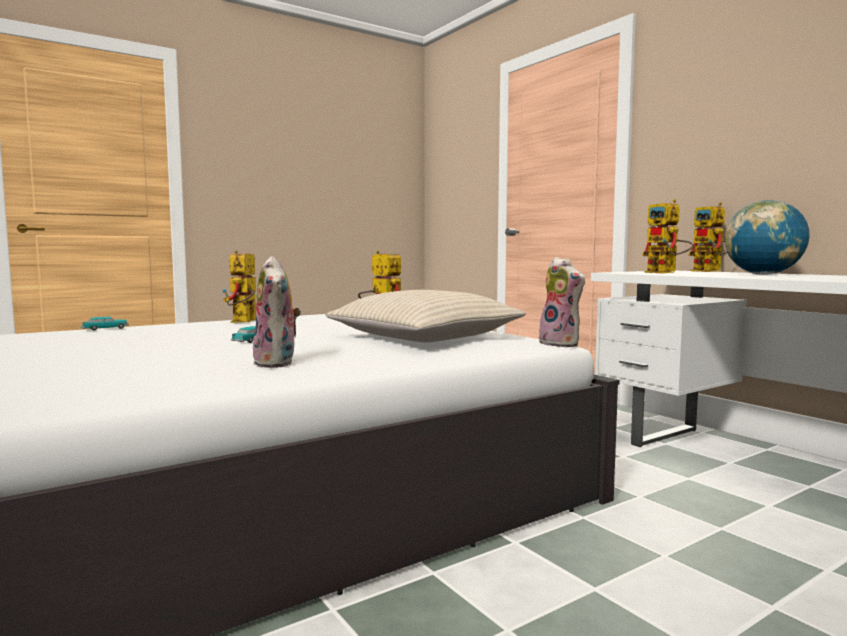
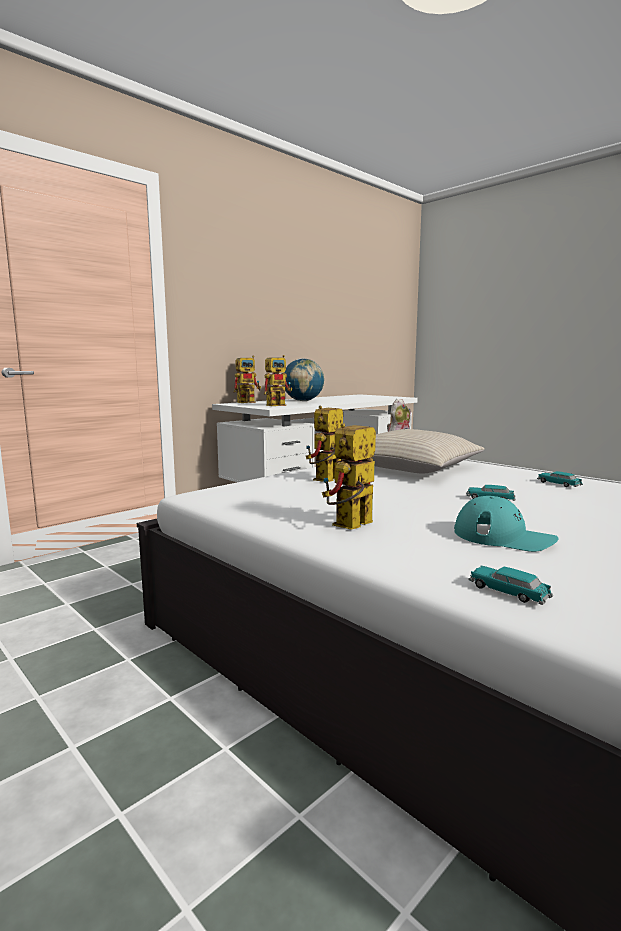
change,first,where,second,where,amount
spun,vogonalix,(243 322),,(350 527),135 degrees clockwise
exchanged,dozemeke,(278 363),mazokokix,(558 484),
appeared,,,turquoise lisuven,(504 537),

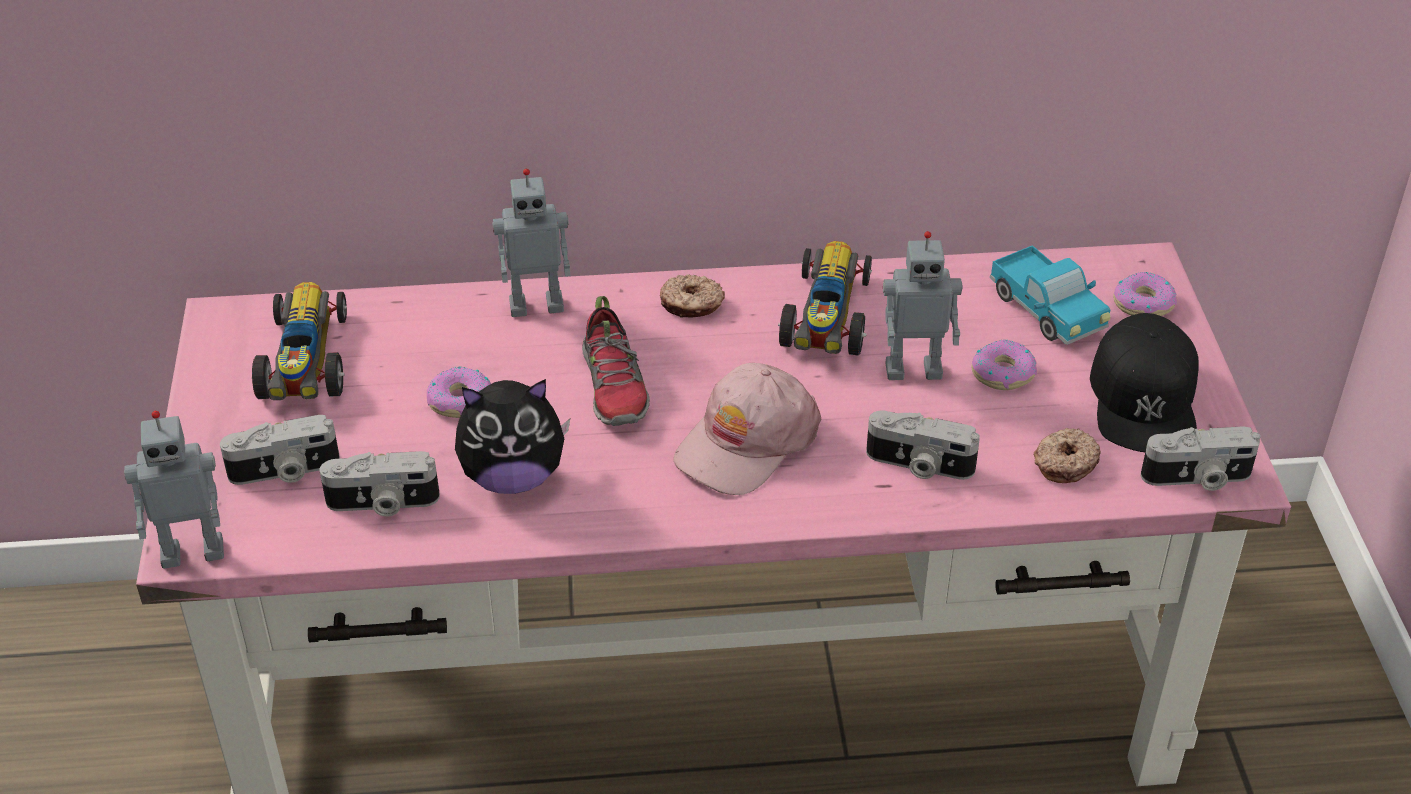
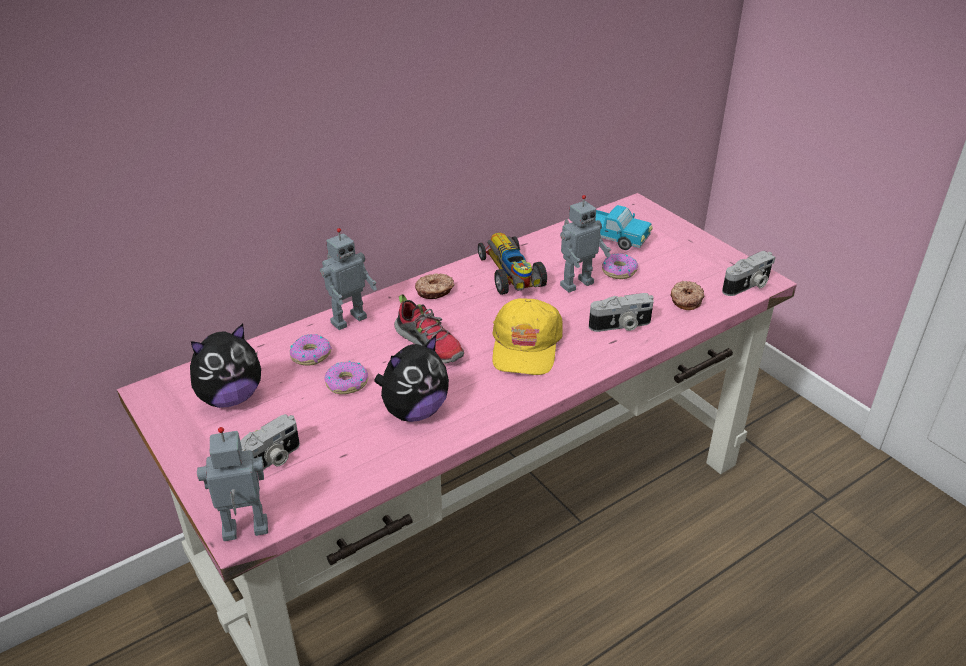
change,first,where,second,where,amount
relocated,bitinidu,(1143 303),,(310 355),
exchanged,mazokokix,(305 363),dozemeke,(230 397),
missing,black lisuven,(1144 398),,,
colour,pink lisuven,(746 442),yellow lisuven,(525 346),
spun,vogonalix,(193 551),,(245 532),150 degrees counterclockwise
missing,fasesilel,(382 503),,,

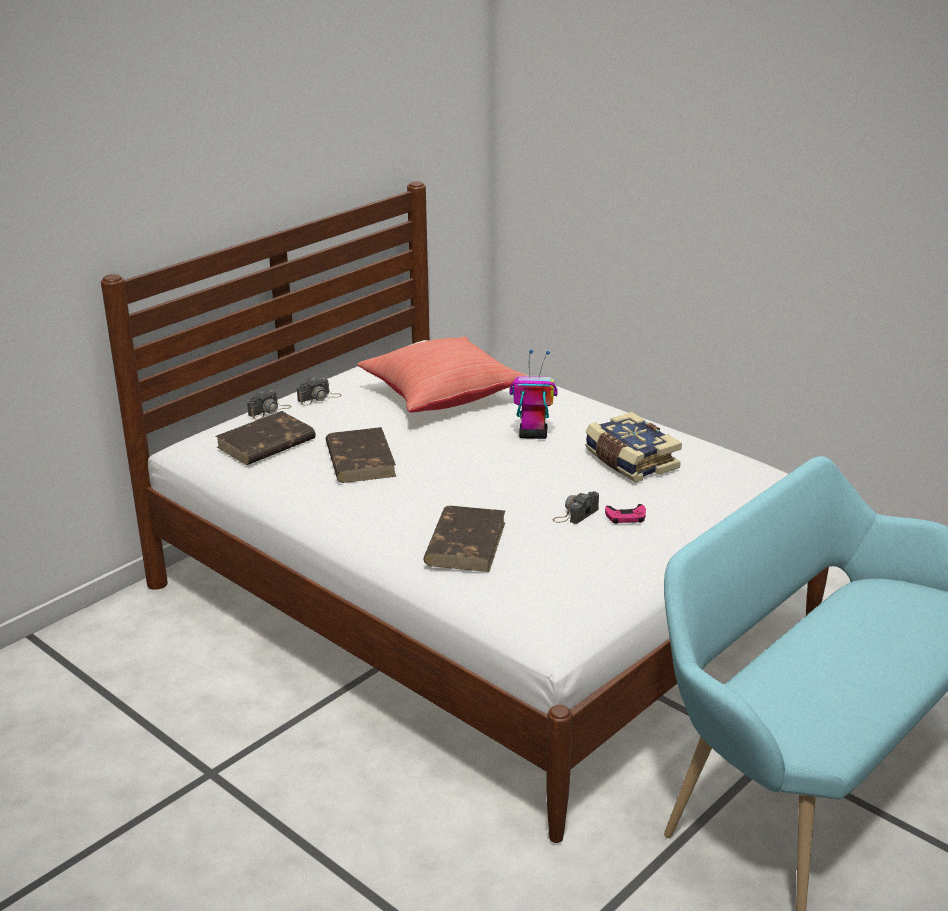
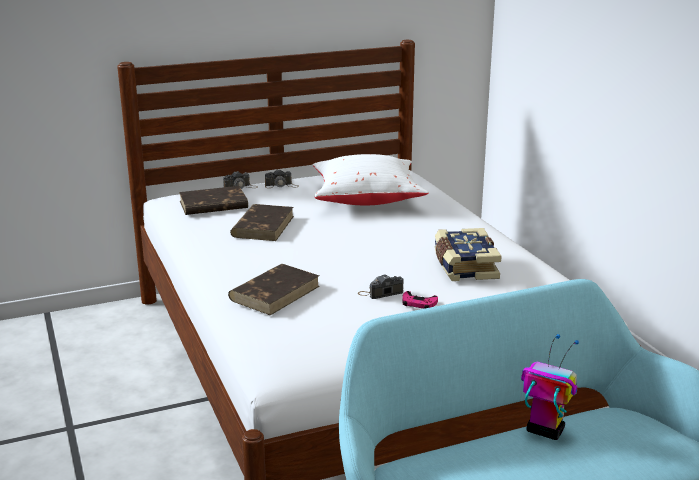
change,first,where,second,where,amount
colour,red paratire,(441 396),white paratire,(366 199),
relocated,vogonalix,(532 435),,(544 431),

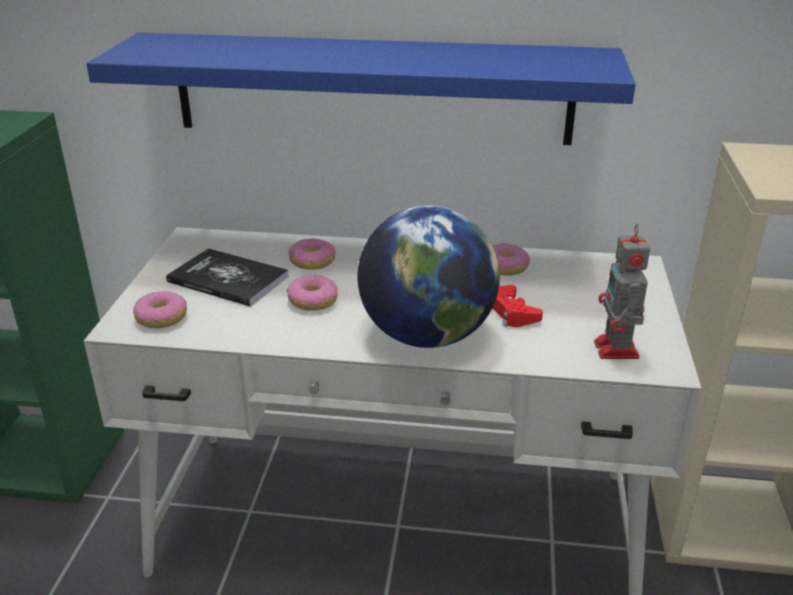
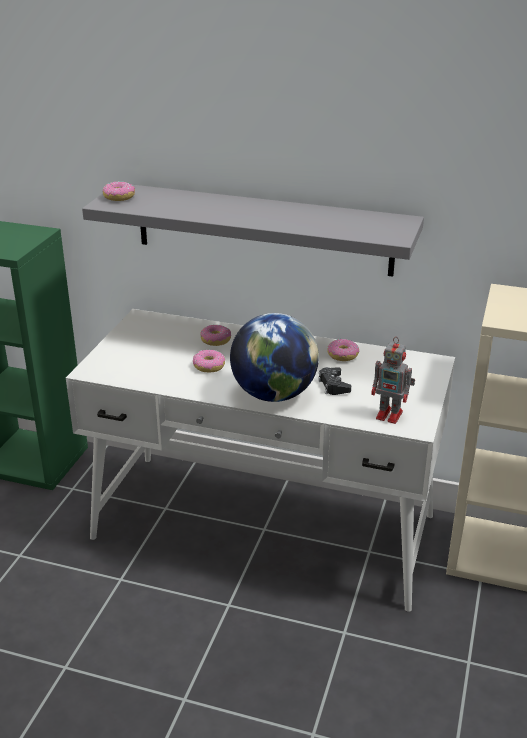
change,first,where,second,where,amount
colour,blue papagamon,(372 88),grey papagamon,(263 229),
spun,vogonalix,(616 351),,(391 415),75 degrees counterclockwise
missing,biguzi,(228 279),,,
colour,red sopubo,(511 312),black sopubo,(333 385),
relocated,bitinidu,(162 318),,(119 197),

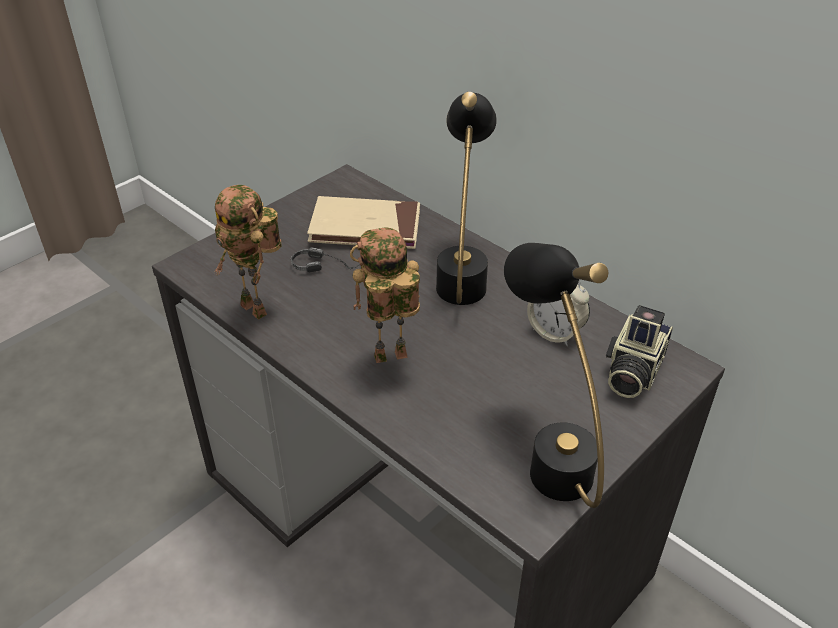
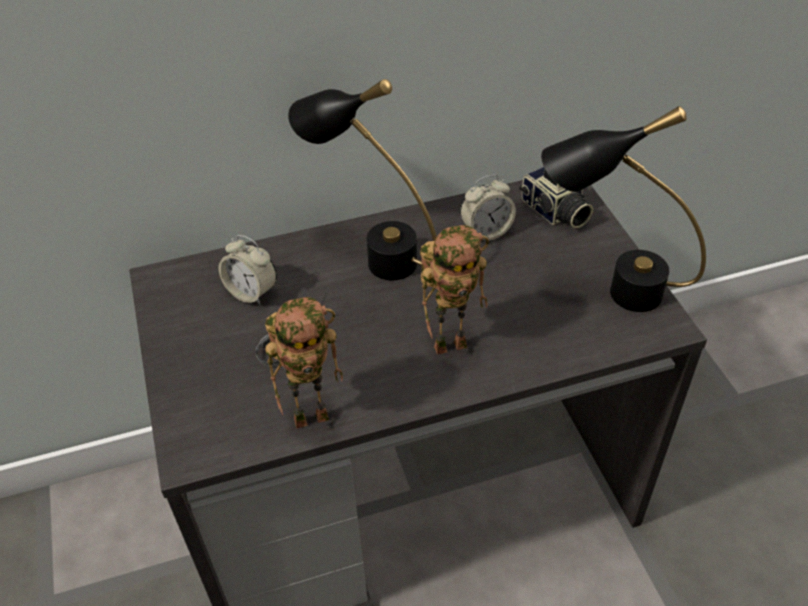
change,first,where,second,where,amount
exchanged,beige biguzi,(365 227),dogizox,(252 292),
spun,vogonalix,(389 359),,(451 343),120 degrees counterclockwise

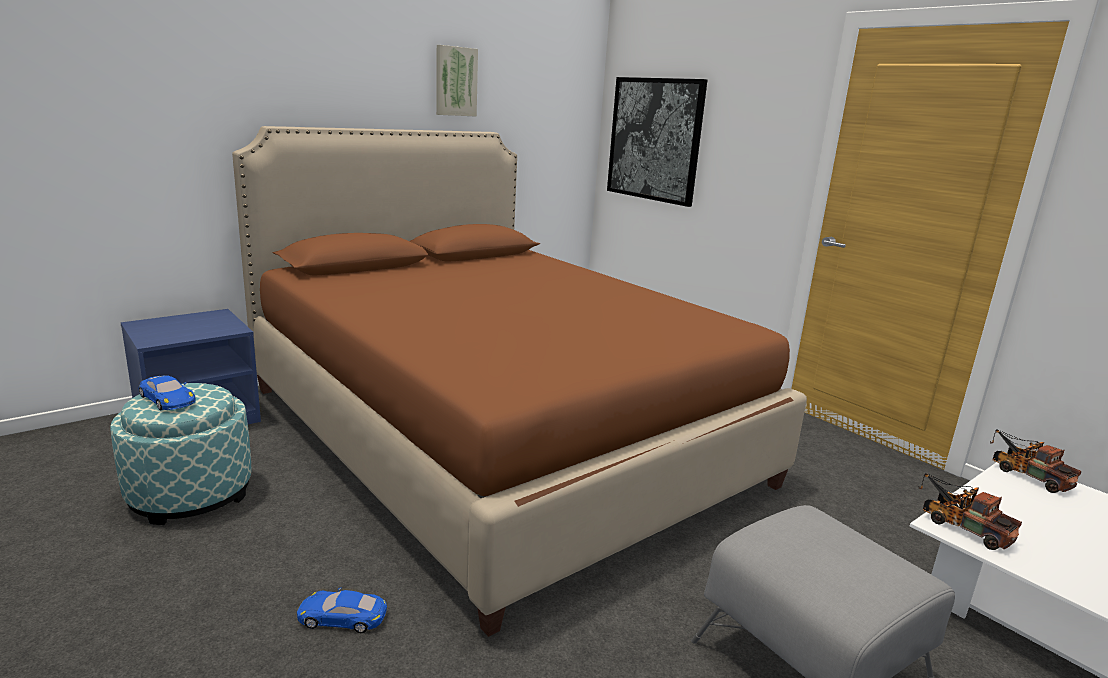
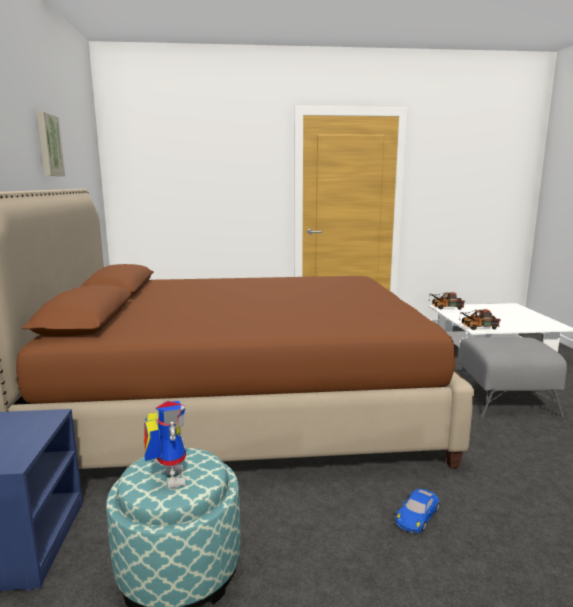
change,first,where,second,where,amount
missing,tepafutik,(654 139),,,
exchanged,blue mazokokix,(167 399),vogonalix,(168 477),

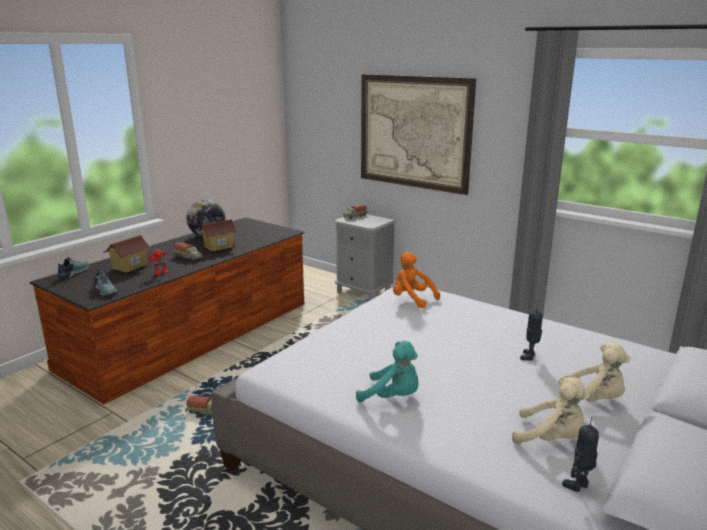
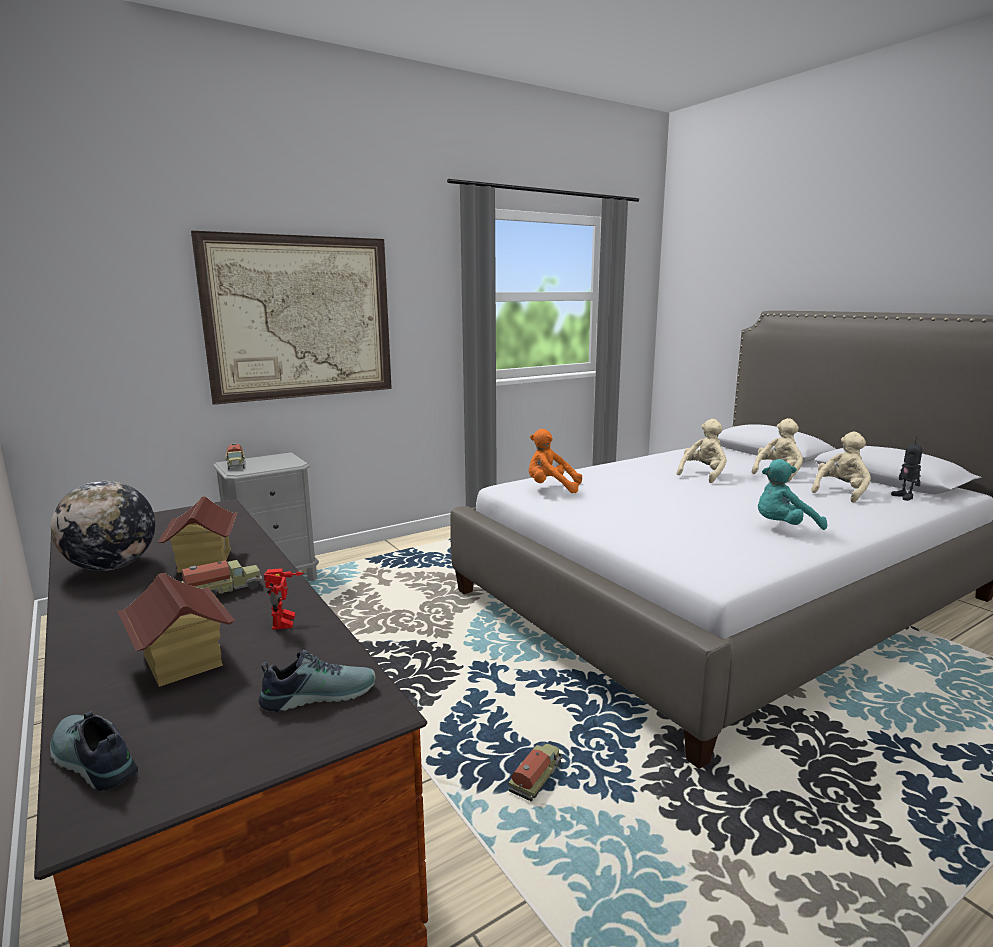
change,first,where,second,where,amount
spun,orange dozemeke,(412 299),,(551 488),45 degrees clockwise
exchanged,vogonalix,(529 357),beige dozemeke,(703 474),
spun,turquoise dozemeke,(393 397),,(783 527),150 degrees counterclockwise

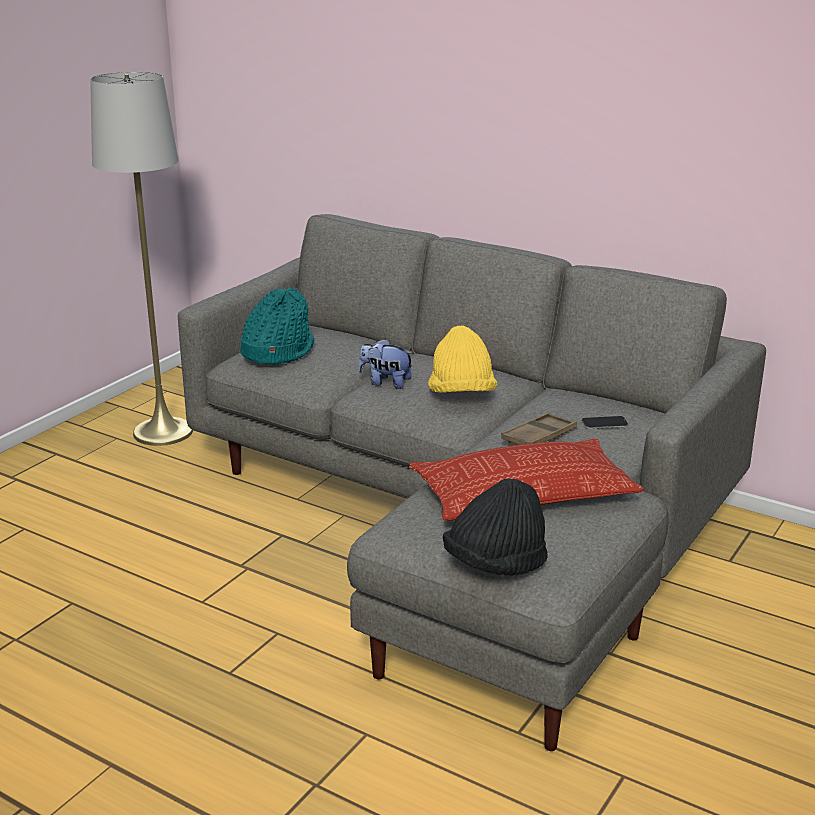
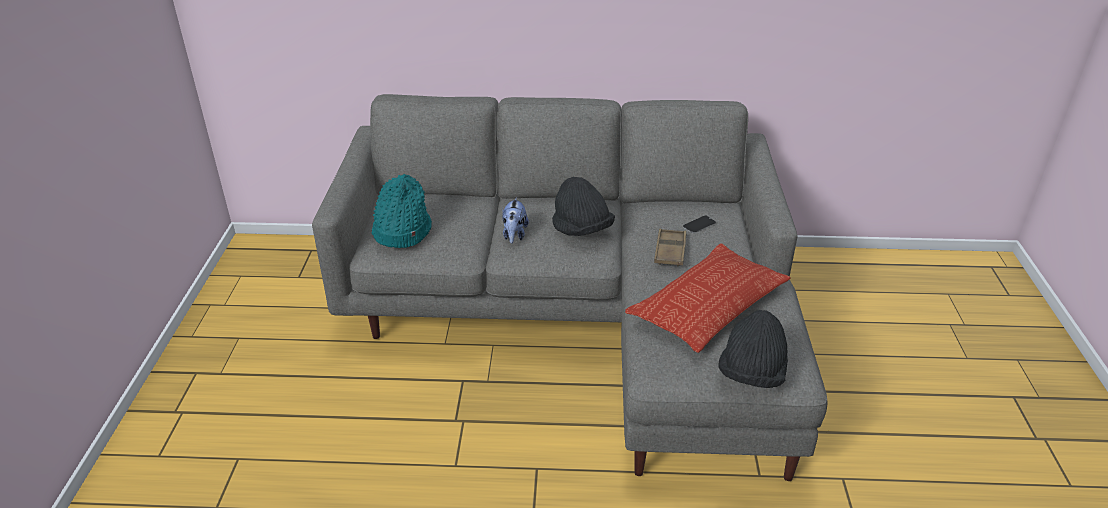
change,first,where,second,where,amount
missing,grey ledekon,(163 432),,,
colour,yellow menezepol,(461 395),black menezepol,(581 230),
spun,dozemeke,(385 382),,(514 235),75 degrees counterclockwise

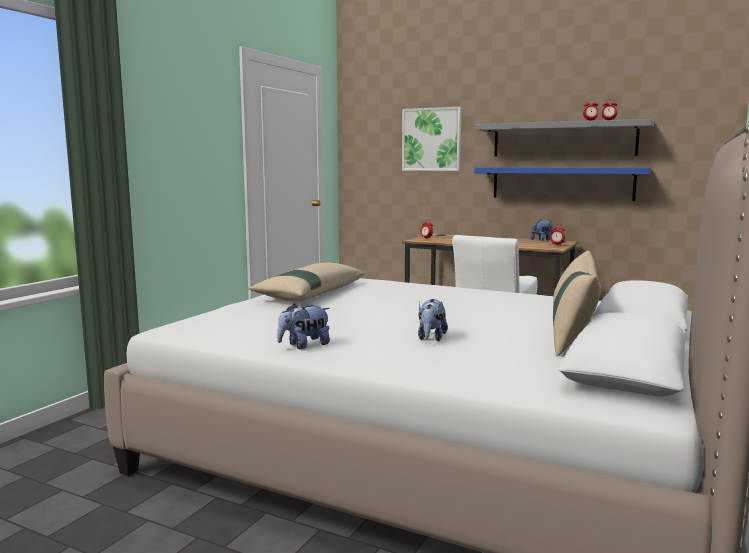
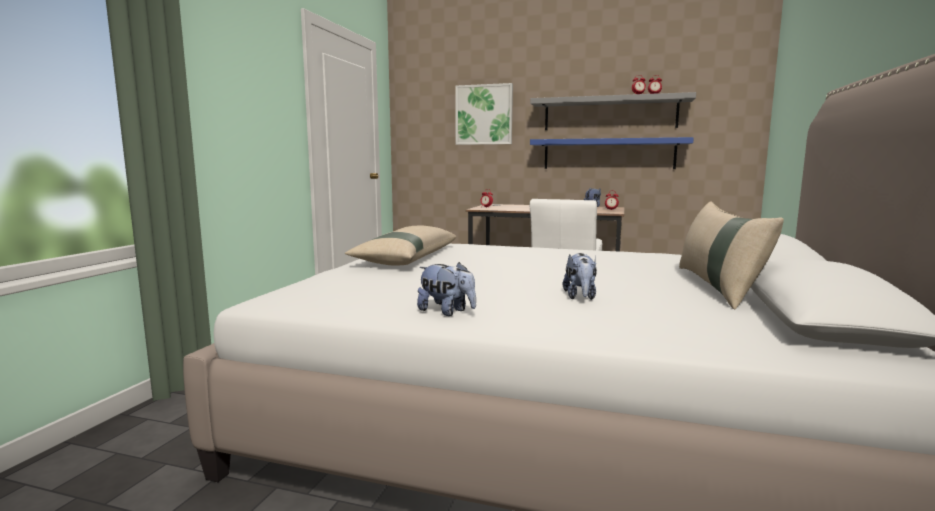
change,first,where,second,where,amount
spun,dozemeke,(304 345),,(447 312),105 degrees counterclockwise

